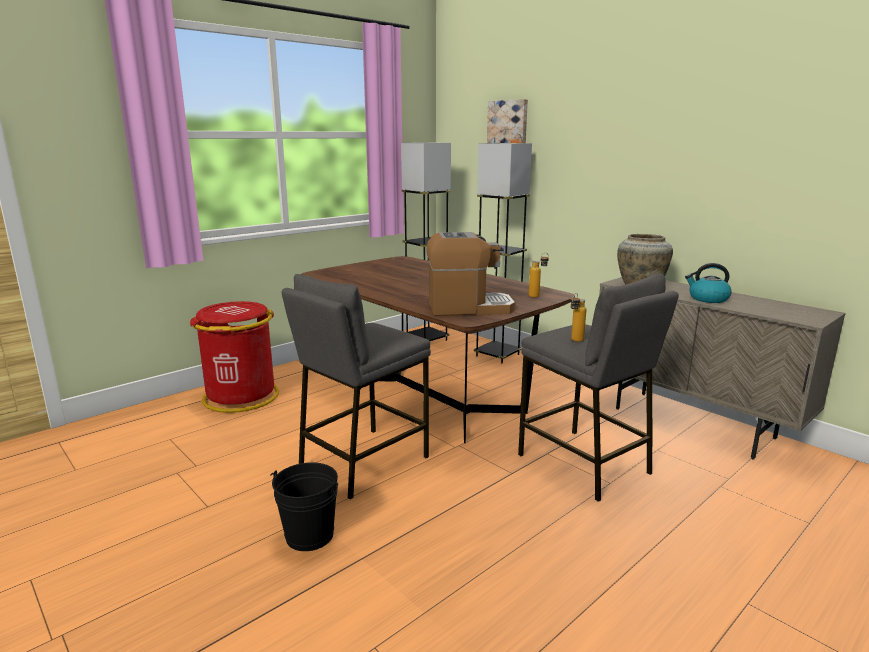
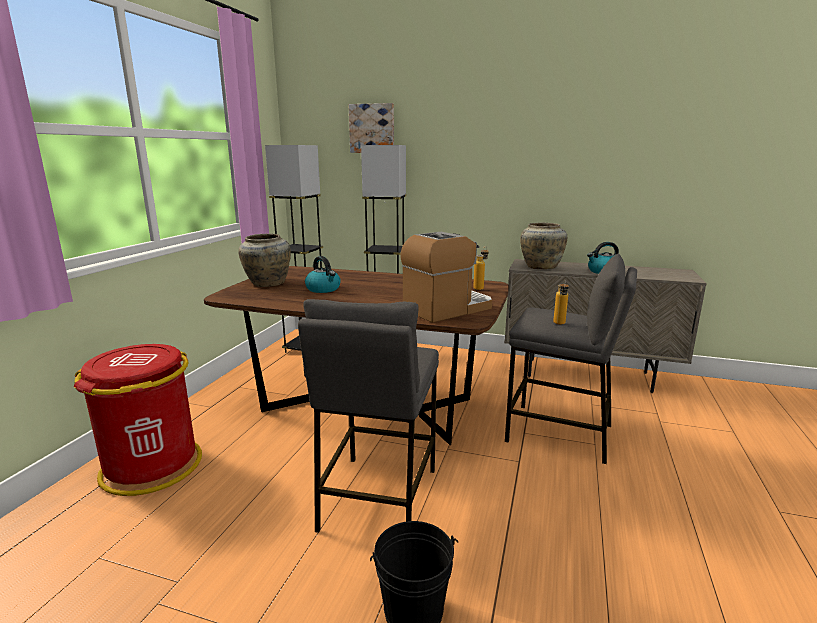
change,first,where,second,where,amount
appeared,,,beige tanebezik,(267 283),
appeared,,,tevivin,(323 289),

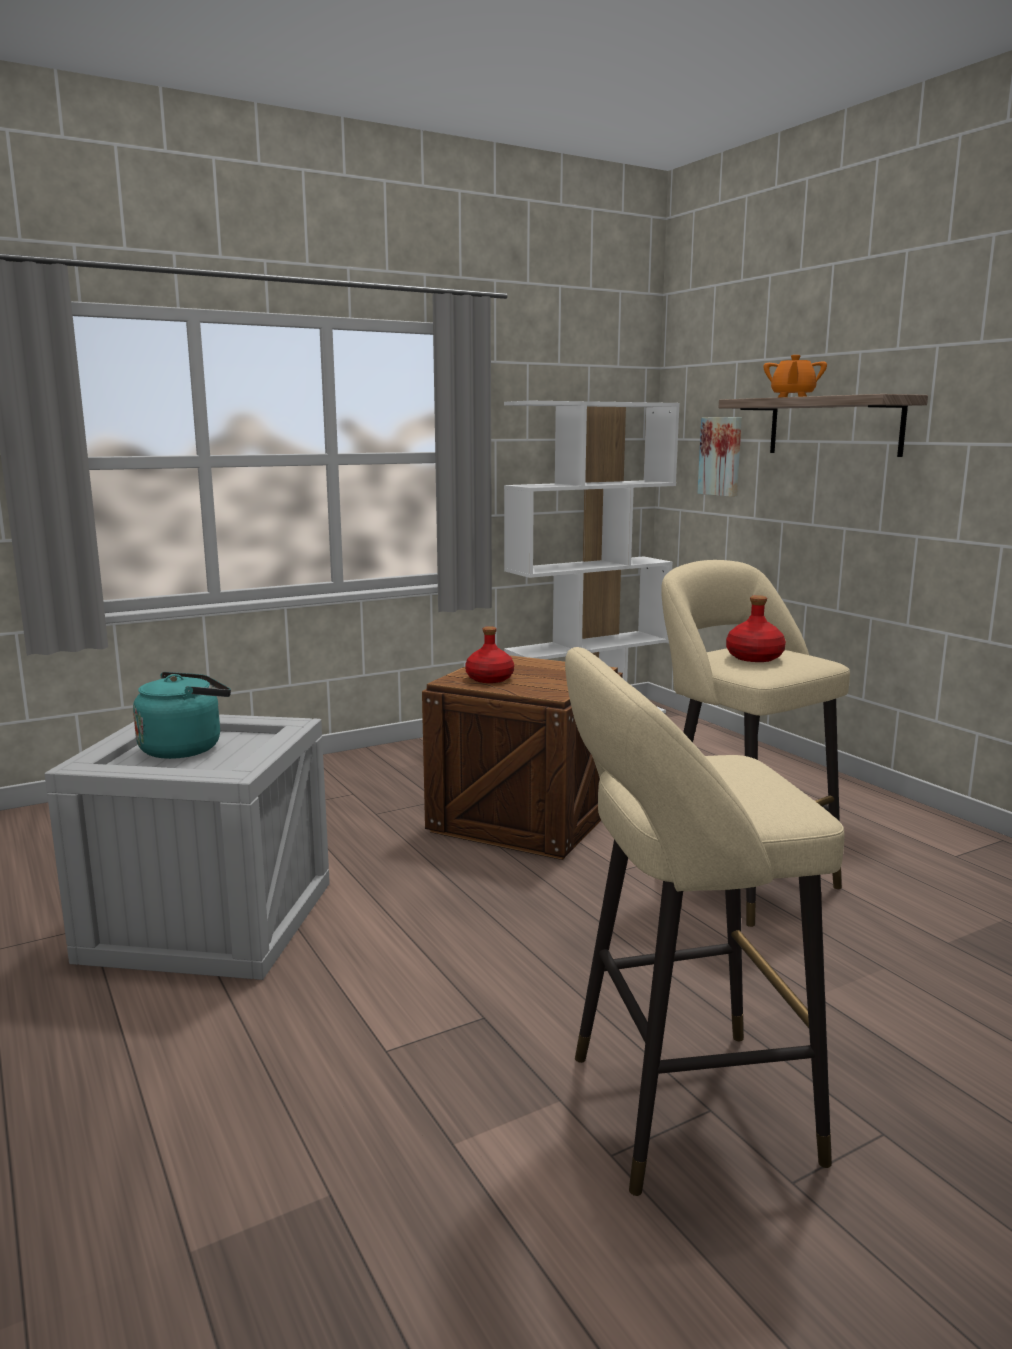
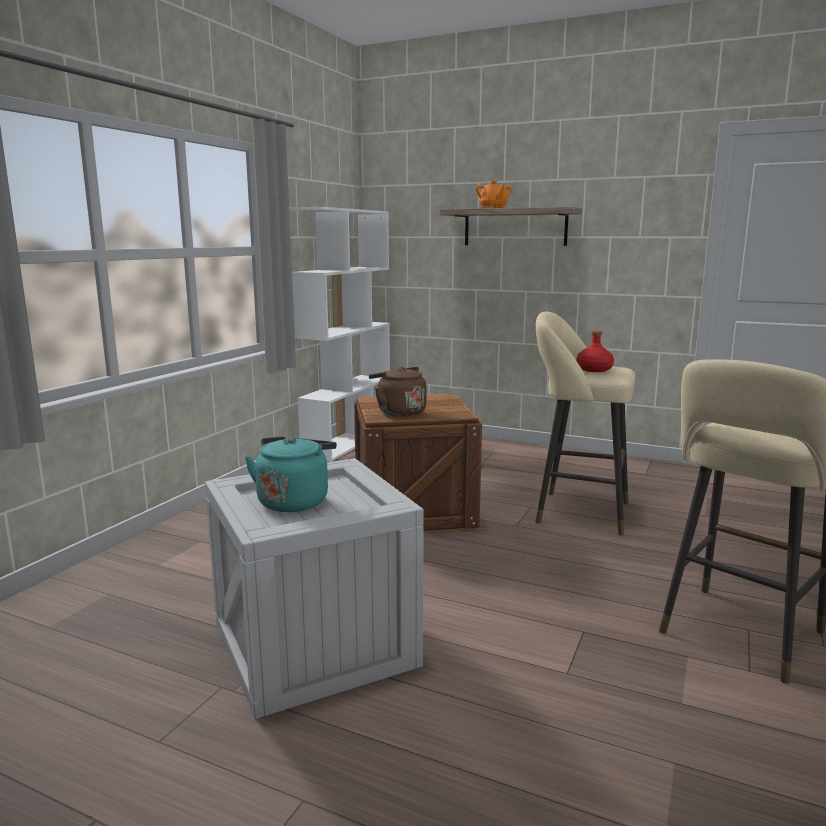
change,first,where,second,where,amount
missing,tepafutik,(721 456),,,
exchanged,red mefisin,(490 679),brown tevivin,(399 412),

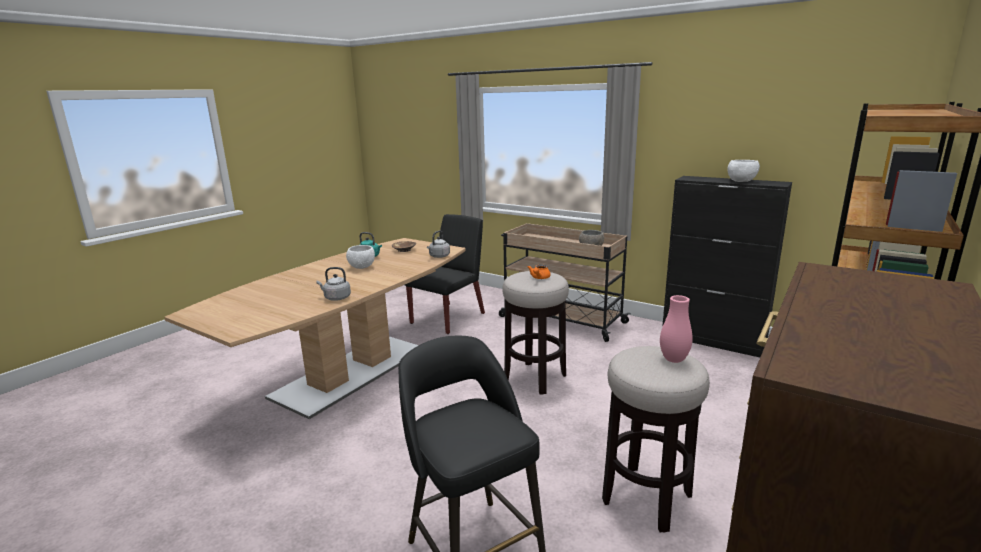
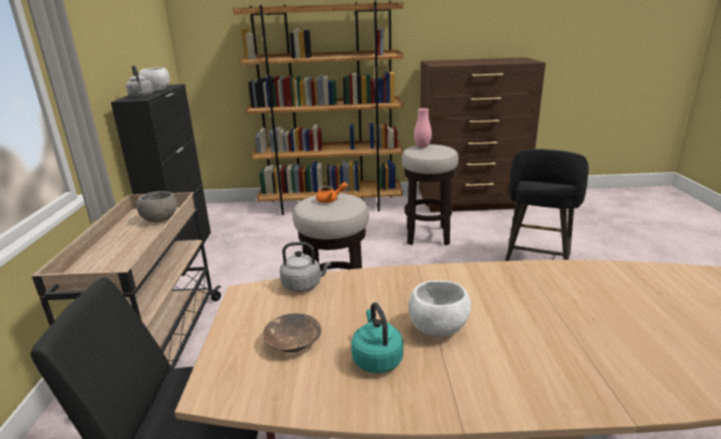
change,first,where,second,where,amount
relocated,grey tevivin,(336 298),,(141 96),

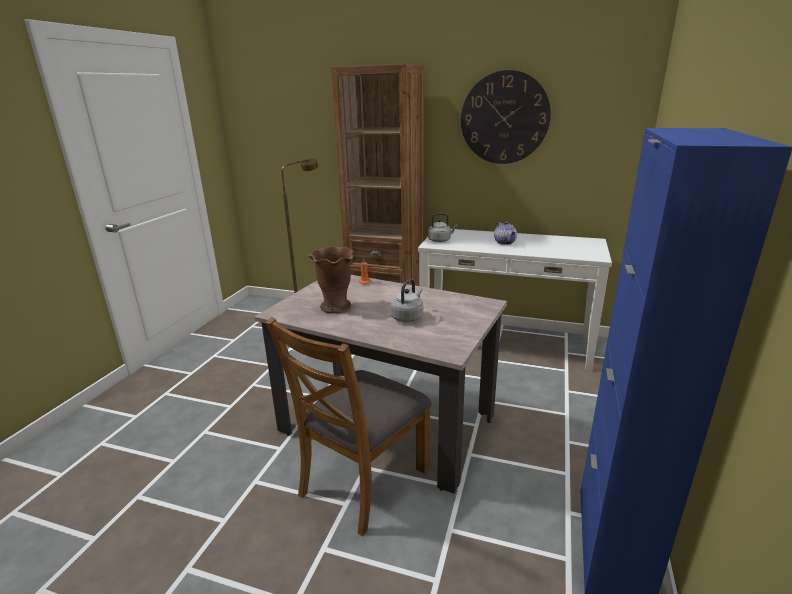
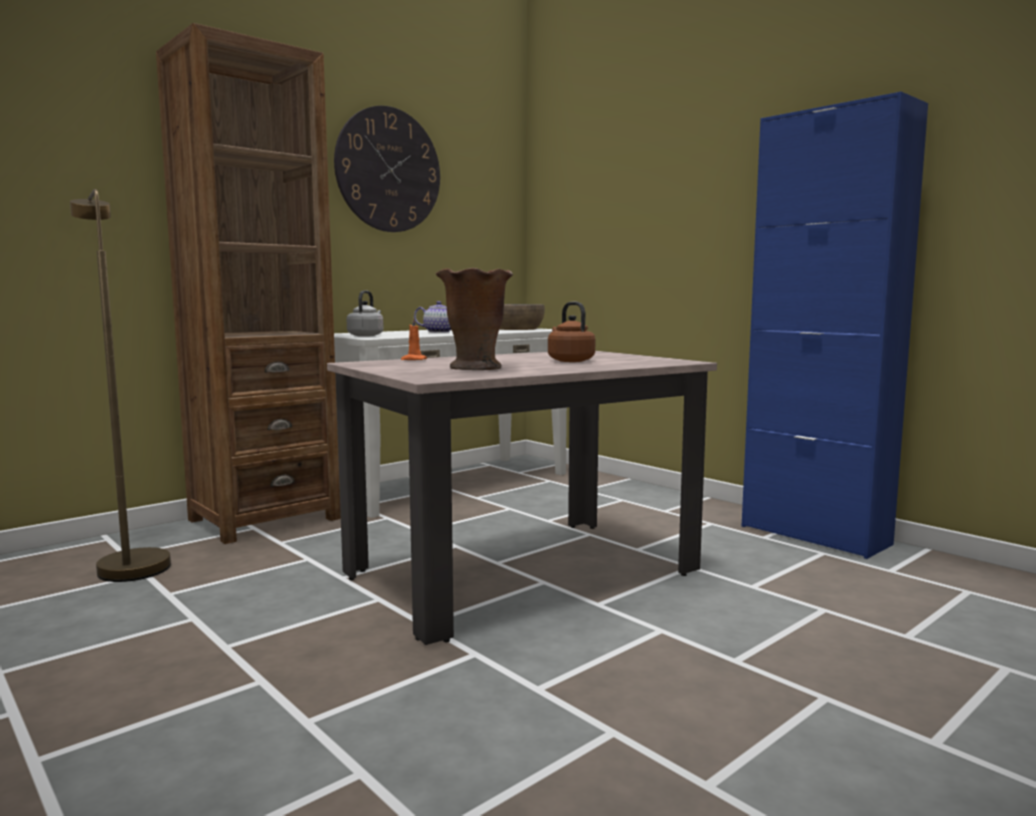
change,first,where,second,where,amount
colour,grey tevivin,(408 317),brown tevivin,(569 360),
missing,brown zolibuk,(363 481),,,
appeared,,,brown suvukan,(516 329),

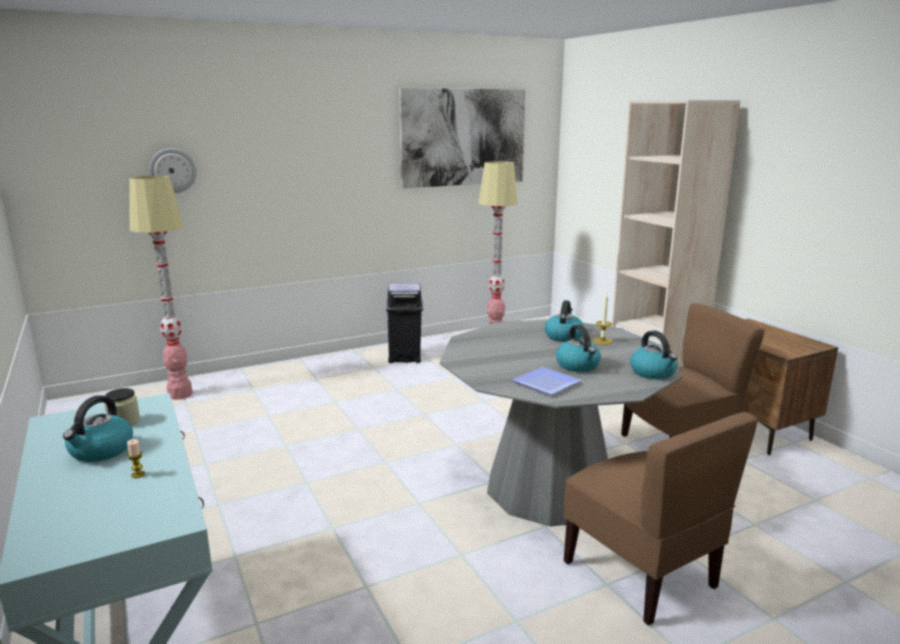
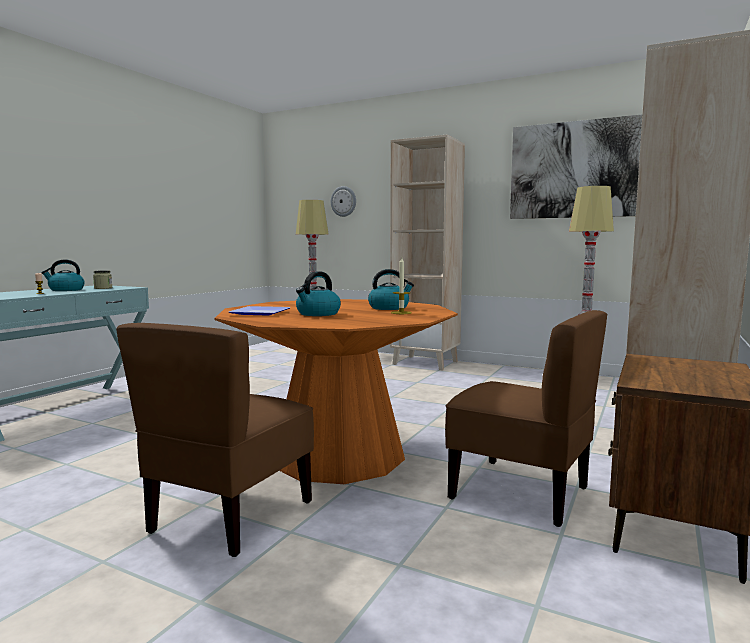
change,first,where,second,where,amount
missing,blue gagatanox,(405 357),,,
colour,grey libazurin,(550 487),orange libazurin,(338 455),
missing,tevivin,(653 373),,,
appeared,,,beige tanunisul,(426 363),

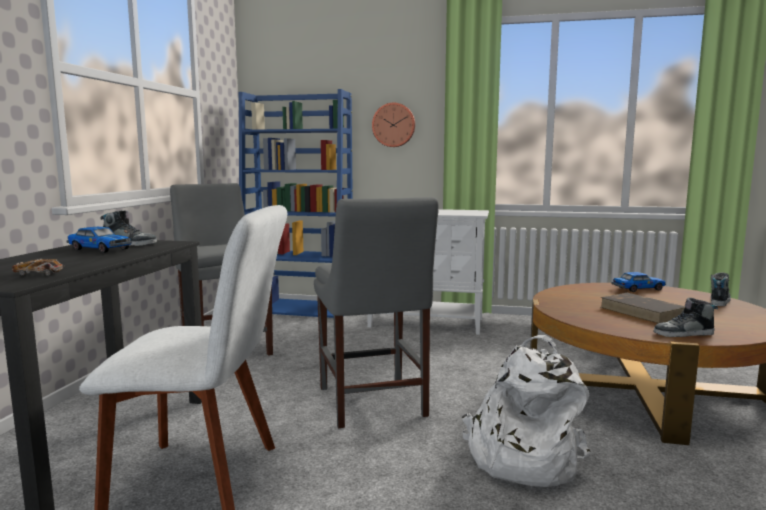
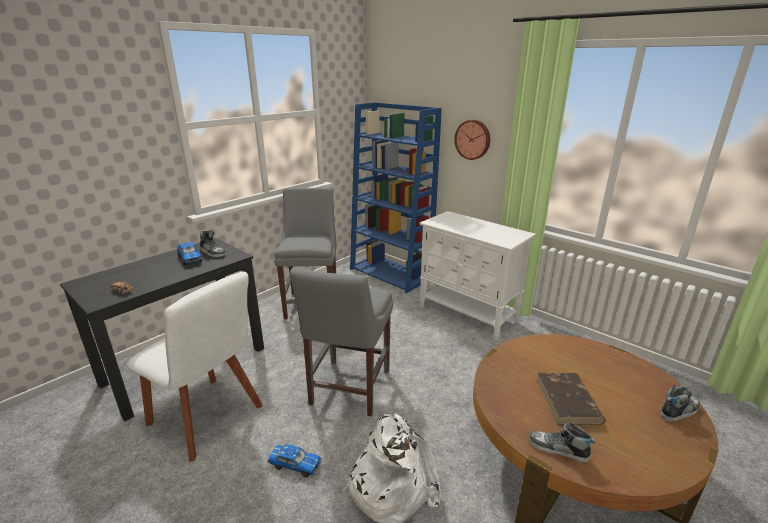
change,first,where,second,where,amount
relocated,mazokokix,(637 289),,(294 464),

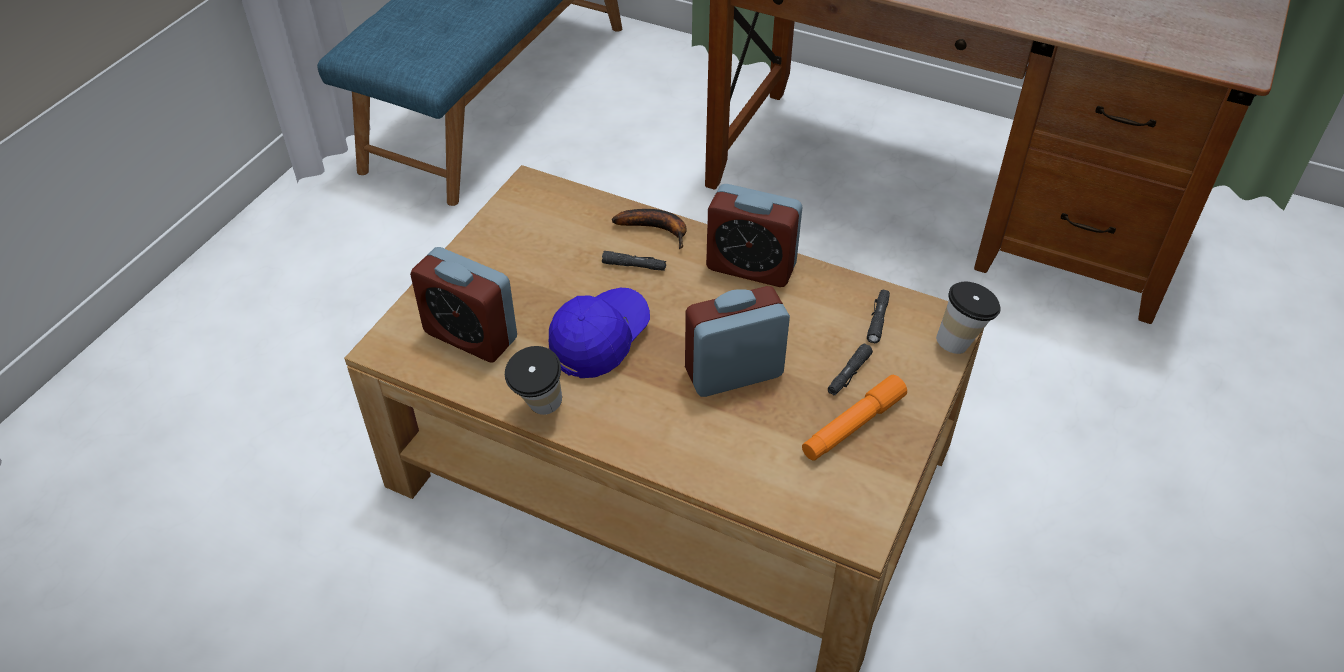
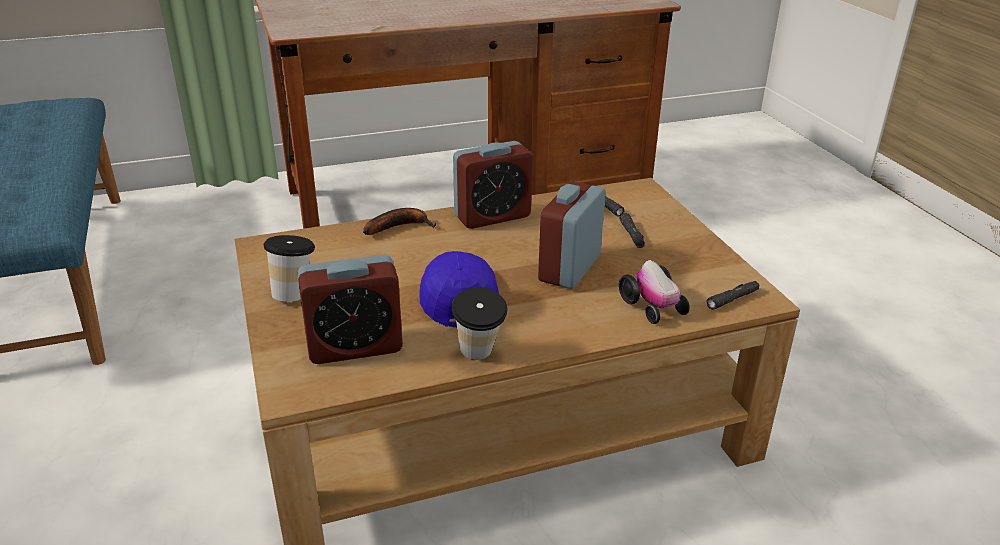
change,first,where,second,where,amount
relocated,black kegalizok,(634 265),,(732 299),
relocated,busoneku,(961 342),,(295 293),
missing,orange kegalizok,(852 426),,,
appeared,,,mazokokix,(653 306),

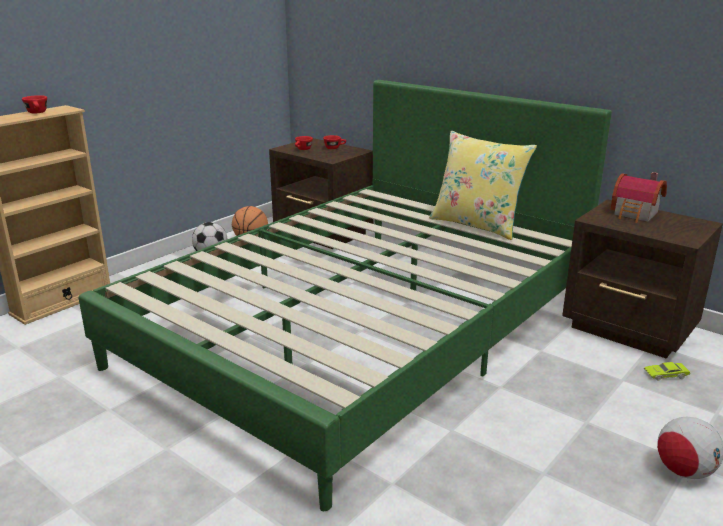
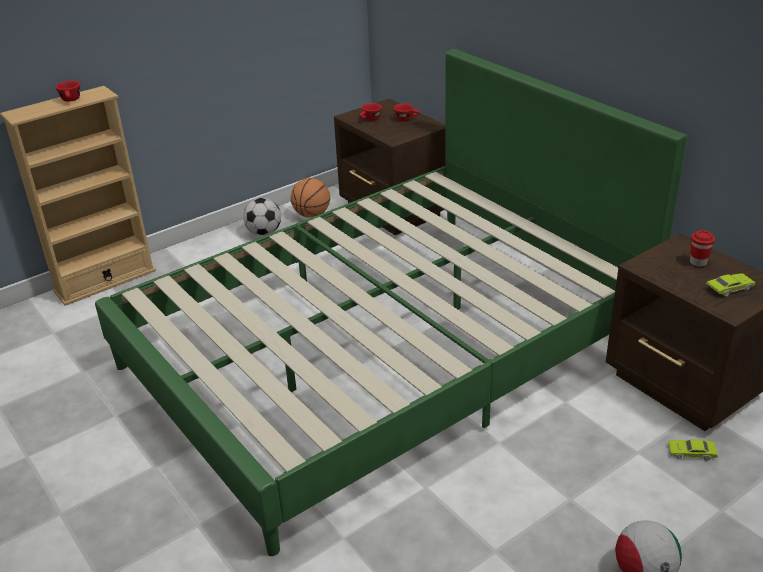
change,first,where,second,where,amount
missing,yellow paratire,(477 224),,,
exchanged,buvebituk,(636 214),red busoneku,(698 262),
appeared,,,green mazokokix,(729 288),

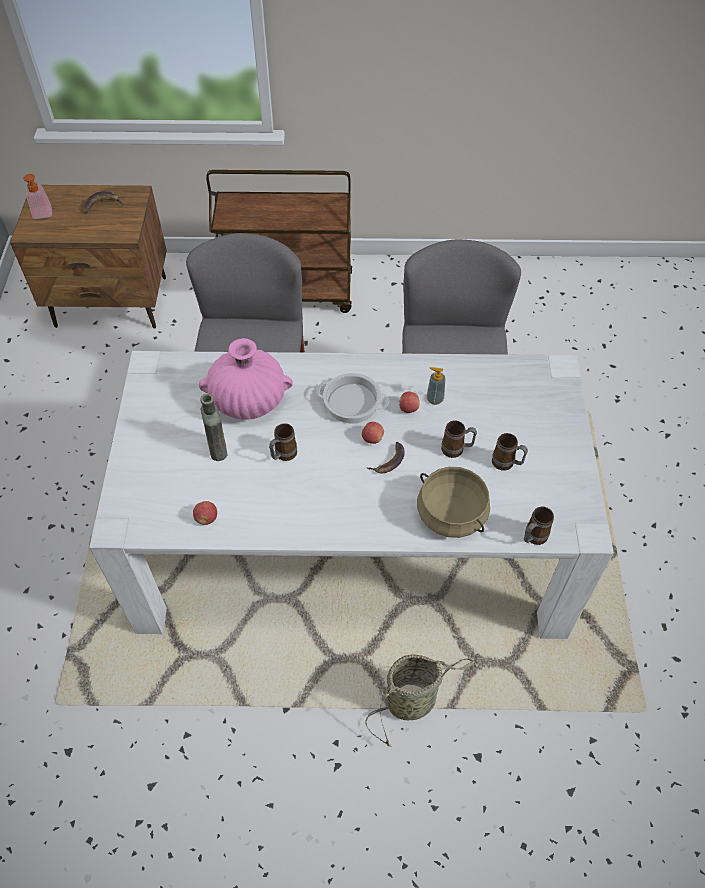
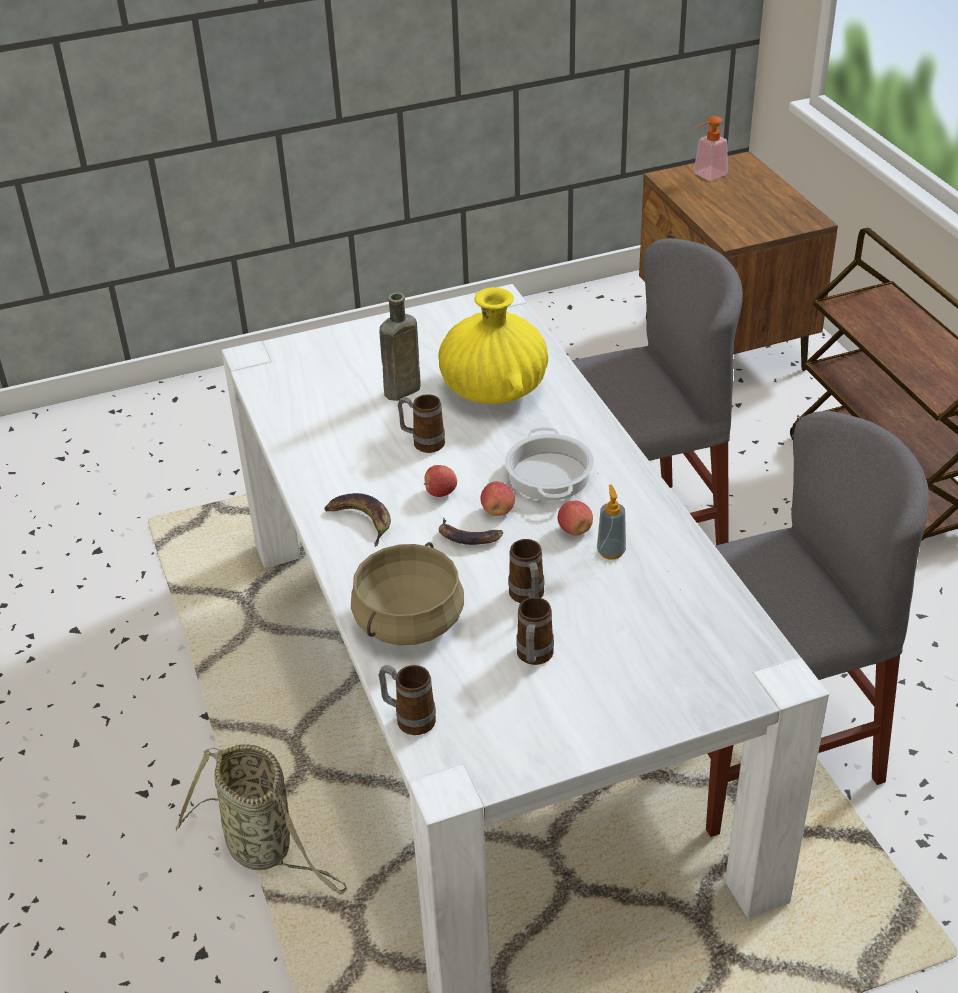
change,first,where,second,where,amount
relocated,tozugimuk,(102 205),,(362 520),
colour,pink tanebezik,(248 400),yellow tanebezik,(494 390),
relocated,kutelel,(206 518),,(440 492),

